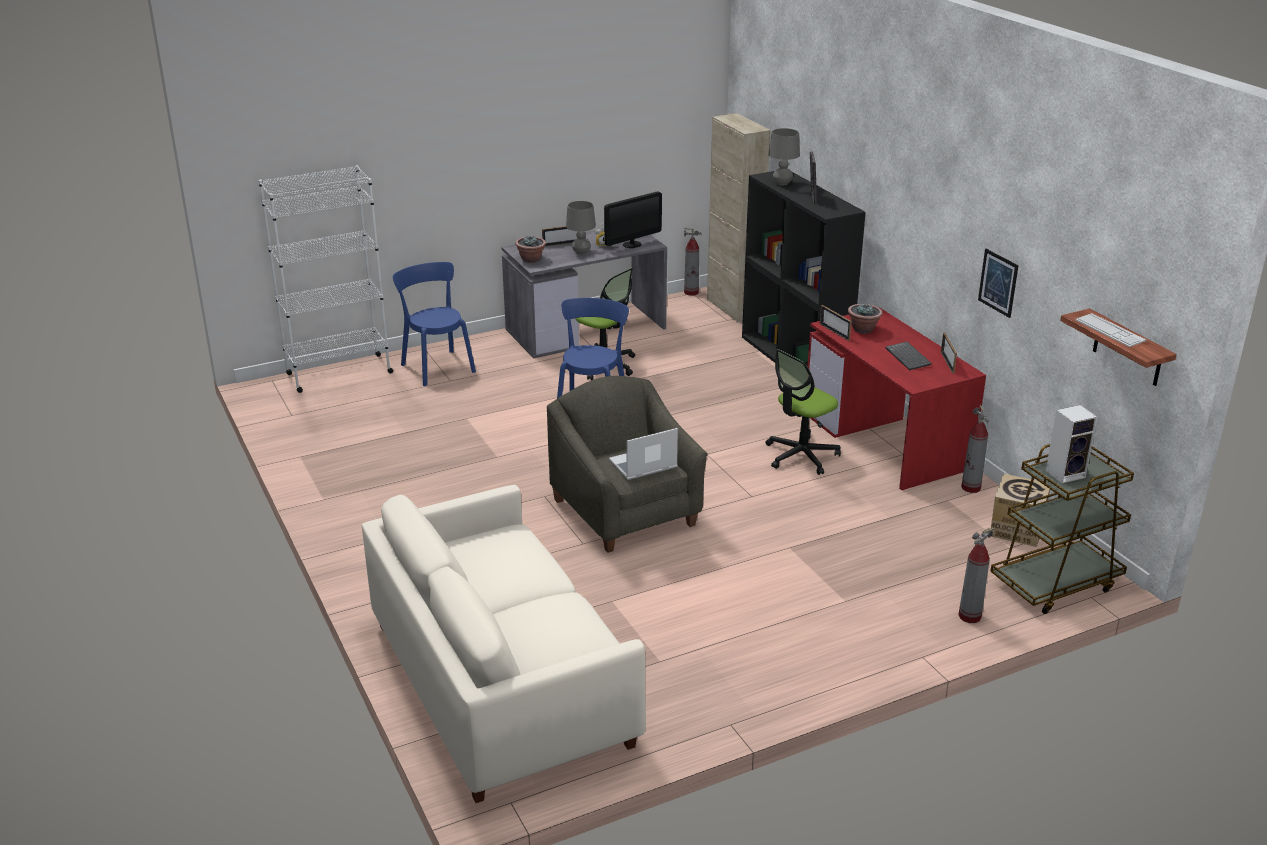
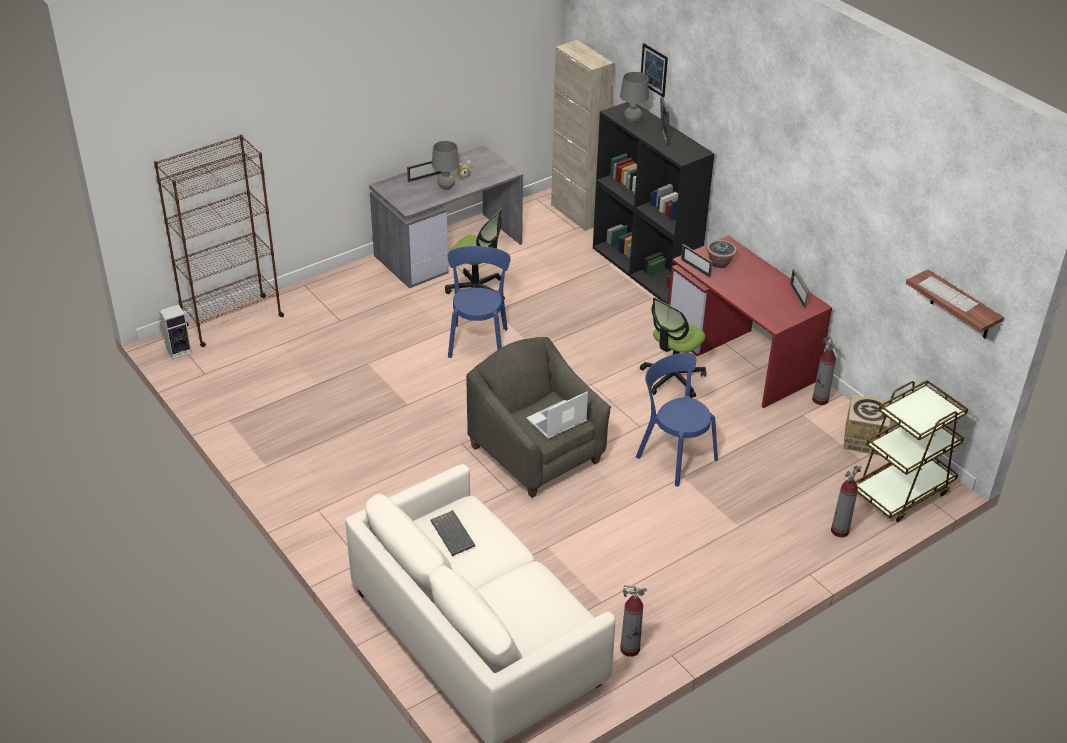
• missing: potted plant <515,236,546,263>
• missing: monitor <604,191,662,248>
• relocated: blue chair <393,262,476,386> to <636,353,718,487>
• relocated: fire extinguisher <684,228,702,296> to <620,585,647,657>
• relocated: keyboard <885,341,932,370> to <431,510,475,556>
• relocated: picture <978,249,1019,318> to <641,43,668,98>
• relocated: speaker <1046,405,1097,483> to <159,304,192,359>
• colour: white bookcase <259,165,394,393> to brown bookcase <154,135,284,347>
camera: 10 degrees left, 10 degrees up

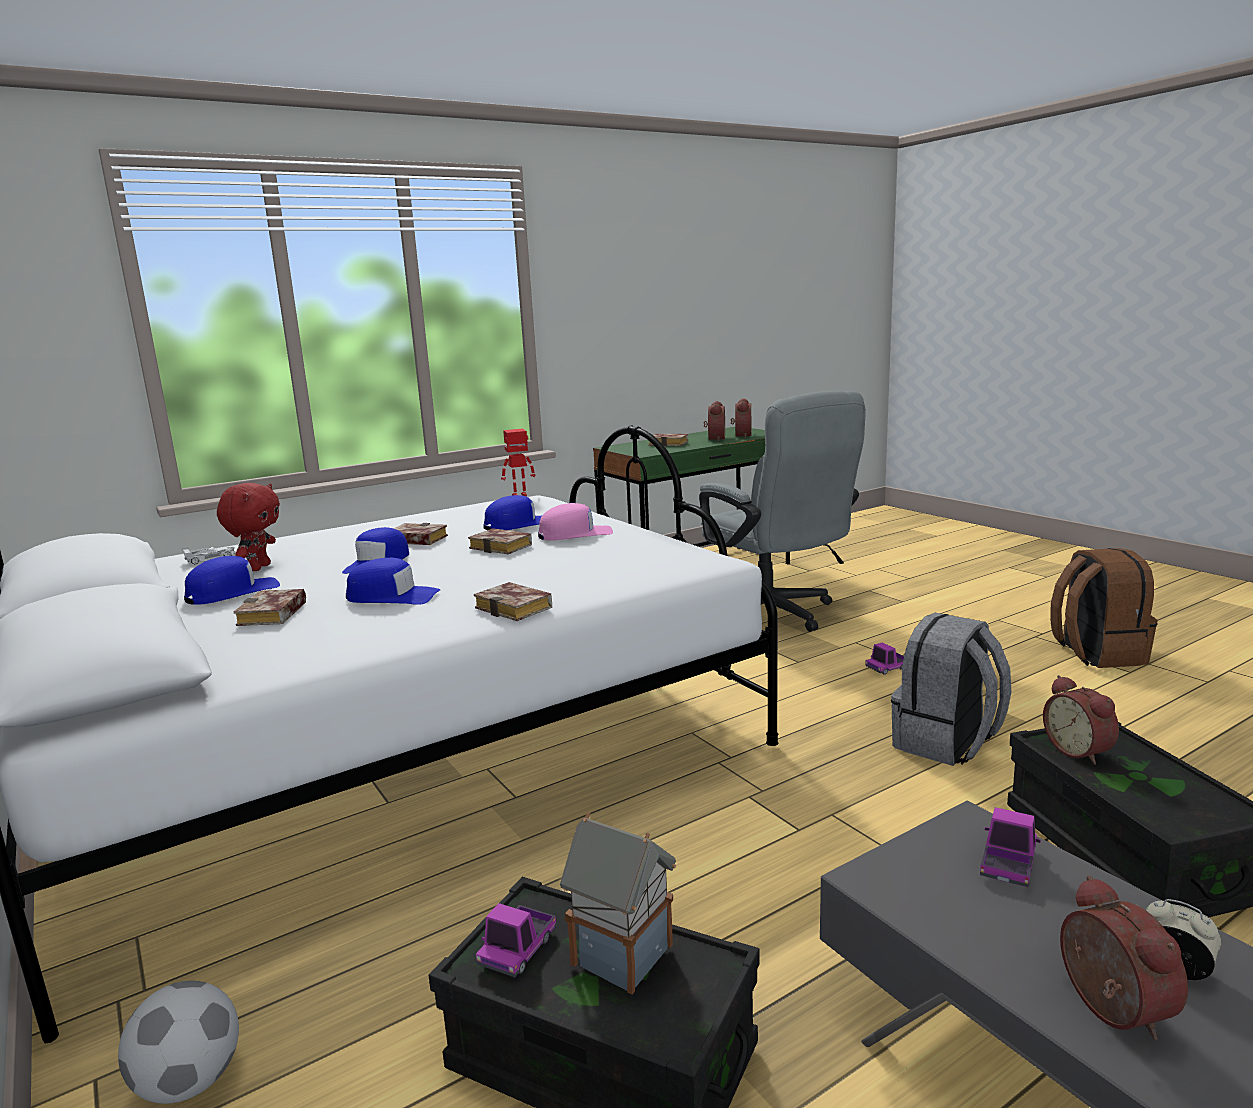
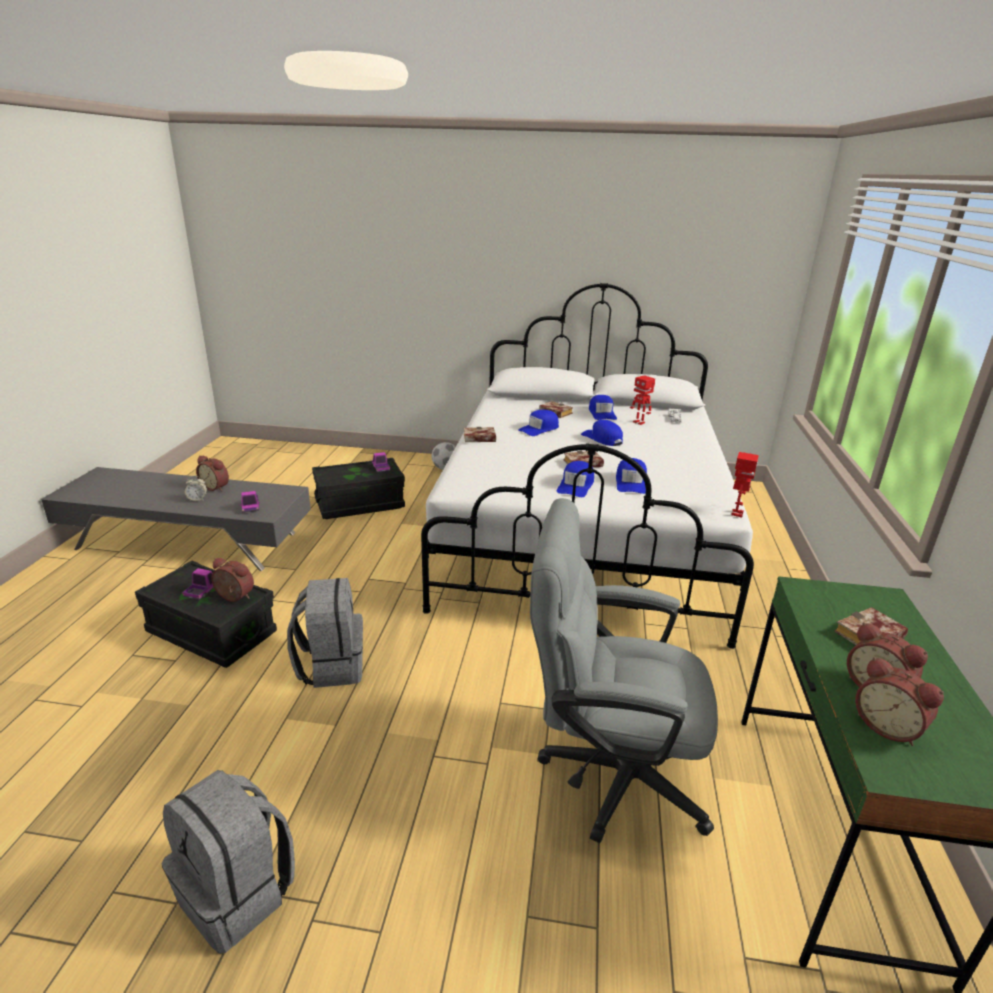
• missing: book <394,523,448,545>
• missing: toy house <560,813,676,994>
• relocated: toy truck <865,642,904,675> to <182,568,214,600>
• exchanged: red plush toy <217,483,280,571> to toy robot <630,375,655,425>
• colour: pink cap <538,503,613,541> to blue cap <557,461,594,497>
• colour: brown backpack <1050,548,1157,668> to grey backpack <161,770,295,954>
camera: 130 degrees right, 10 degrees up

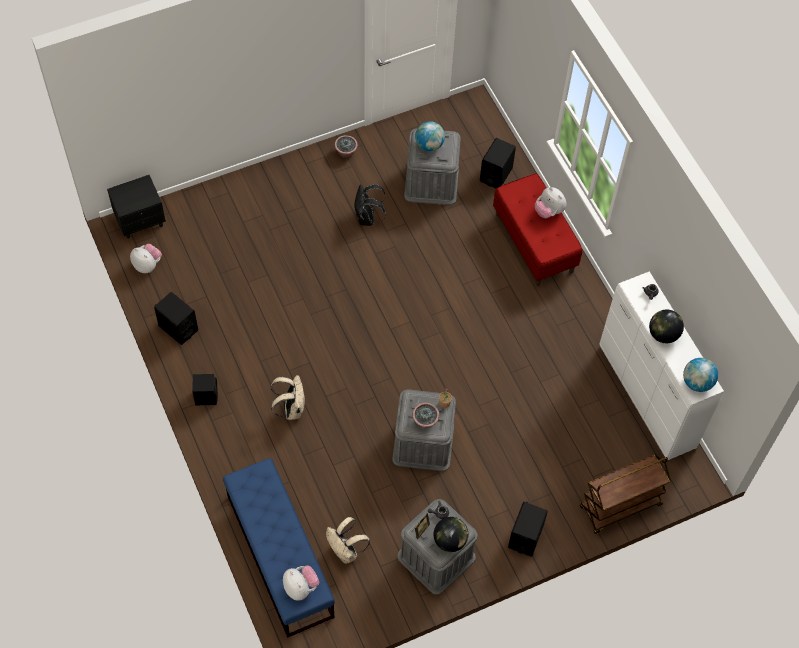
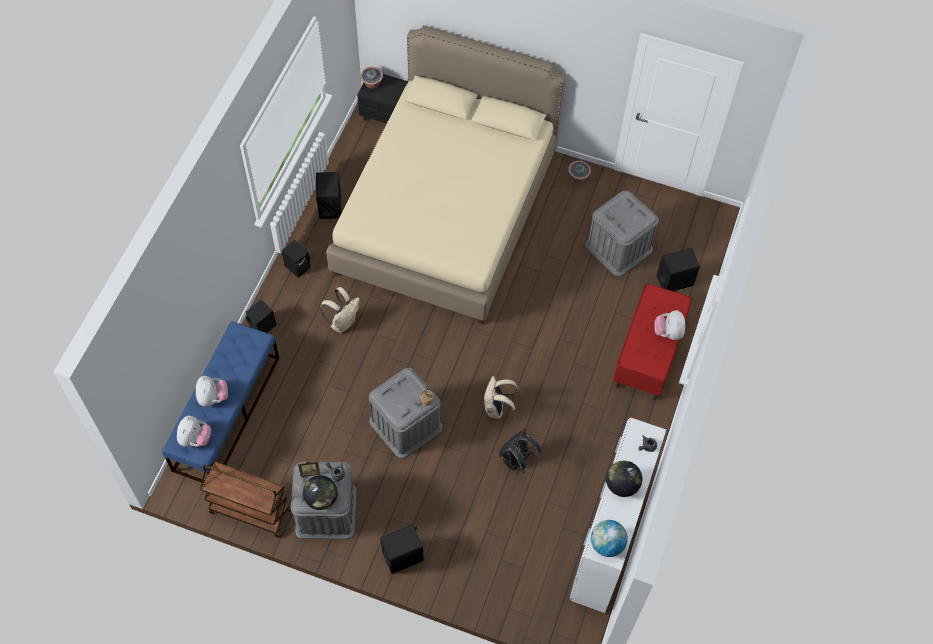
• missing: globe <415,121,445,151>
• appeared: black speaker <246,300,276,333>
• appeared: beige bed <326,25,566,324>
• relocated: plush toy <130,244,162,273> to <196,376,228,407>
• relocated: beige backpack <326,517,370,564> to <484,376,519,419>
• relocated: black backpack <354,184,386,226> to <499,429,541,475>
• relocated: potted plant <413,402,439,428> to <361,67,383,89>
• relocated: brown cart <579,454,671,534> to <200,461,291,538>
camera: 45 degrees right, 0 degrees up

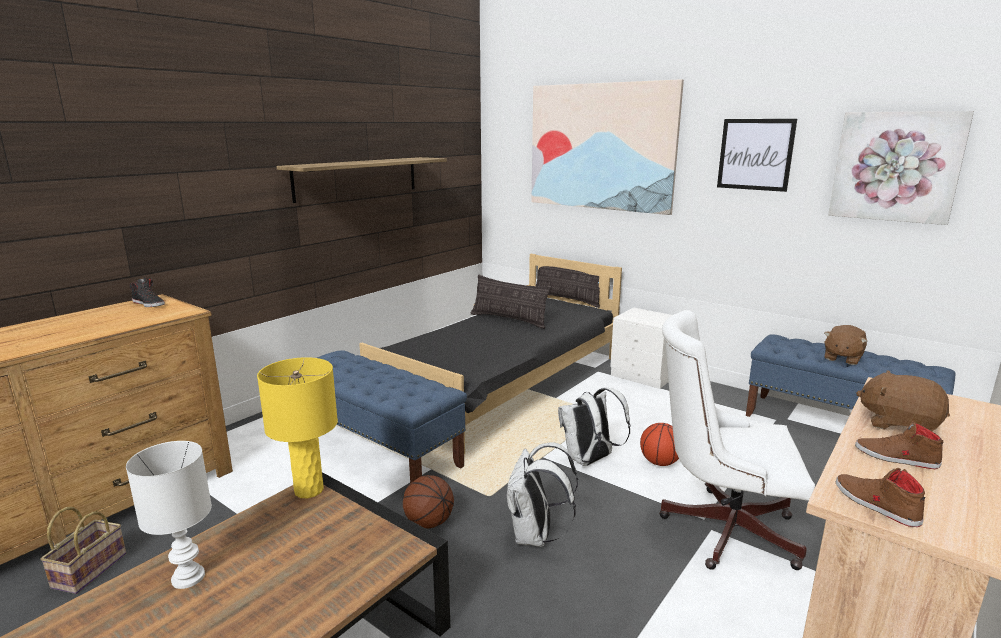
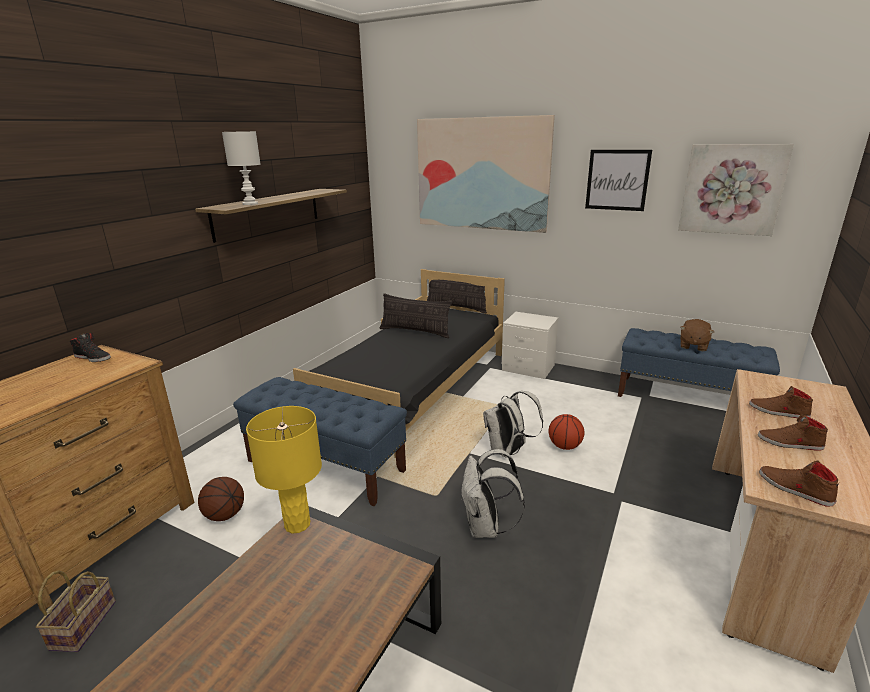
• missing: white office chair <659,310,815,570>
• relocated: white table lamp <126,441,212,589> to <222,131,261,205>
• relocated: basketball <403,475,454,528> to <198,477,244,521>
• exchanged: brown plush toy <856,370,950,431> to brown shoe <749,386,813,418>
camera: 10 degrees left, 5 degrees up

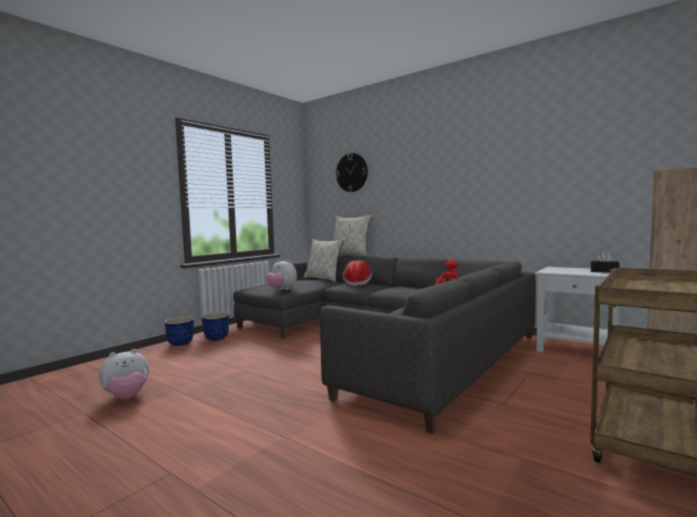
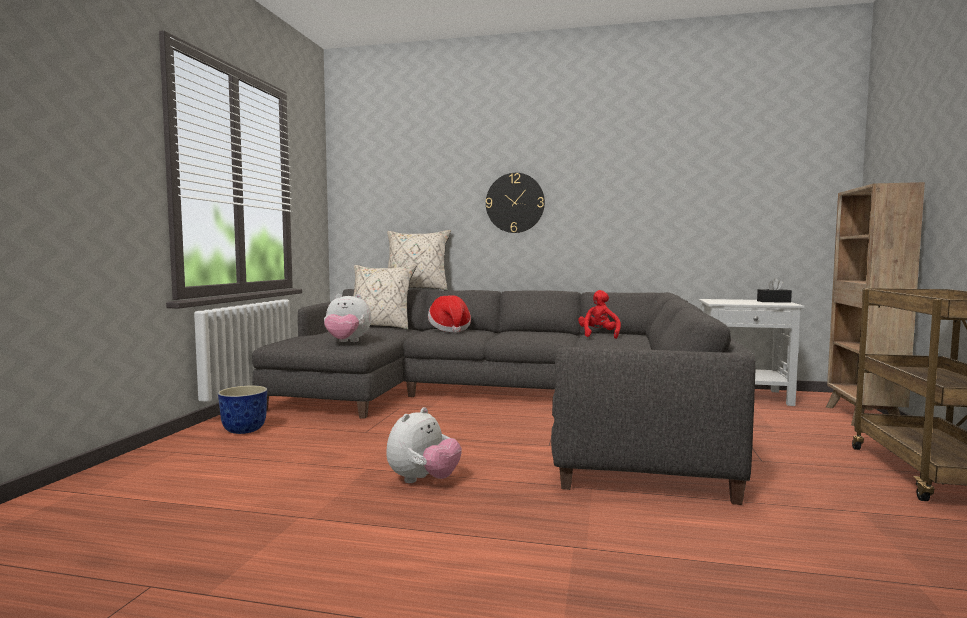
• missing: planter <164,317,194,346>
• relocated: plush toy <99,349,149,399> to <386,407,462,483>
• relocated: wall clock <335,153,368,192> to <486,173,545,233>
camera: 25 degrees left, 0 degrees up

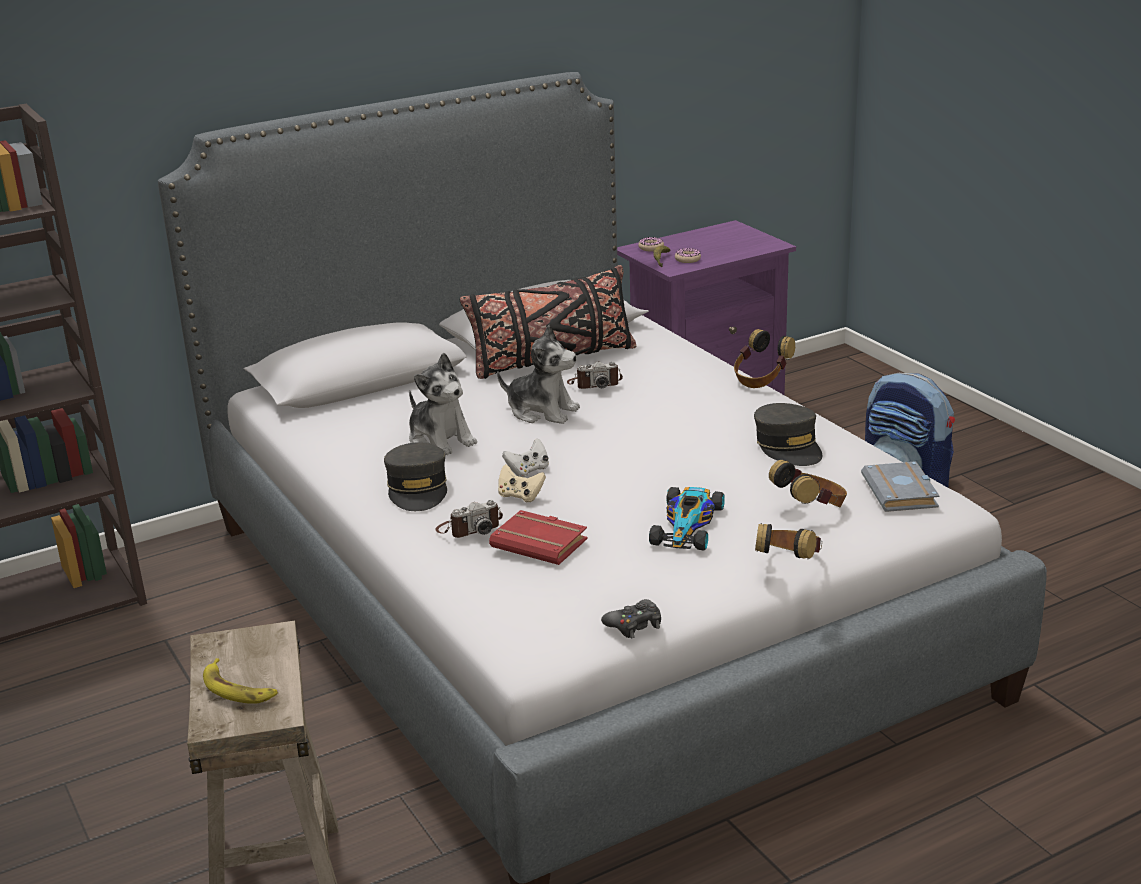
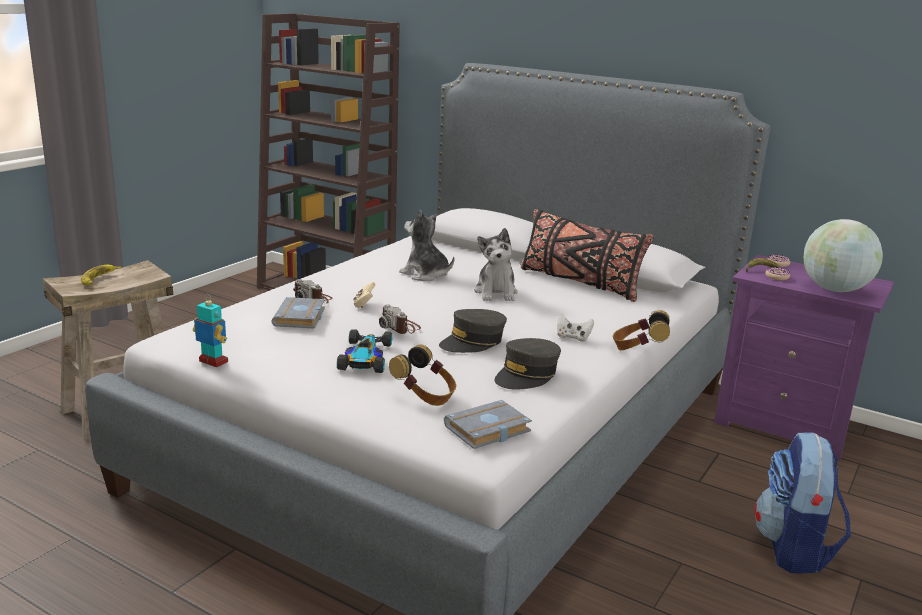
• missing: headphones <755,523,822,559>
• appeared: globe <804,219,883,292>
• relocated: grey cap <384,442,447,511> to <439,309,507,353>
• relocated: white game controller <502,438,549,477> to <557,314,594,342>
• relocated: photo camera <567,361,623,389> to <379,304,421,334>
• exchanged: black game controller <601,599,661,638> to toy robot <193,295,228,367>
• colour: red book <489,510,587,565> to grey book <271,297,325,329>
• spun: plush toy <409,353,477,455> = <399,210,454,281> 105 degrees clockwise
• spun: toy car <649,487,725,551> = <337,329,392,373> 105 degrees clockwise
camera: 60 degrees right, 5 degrees down

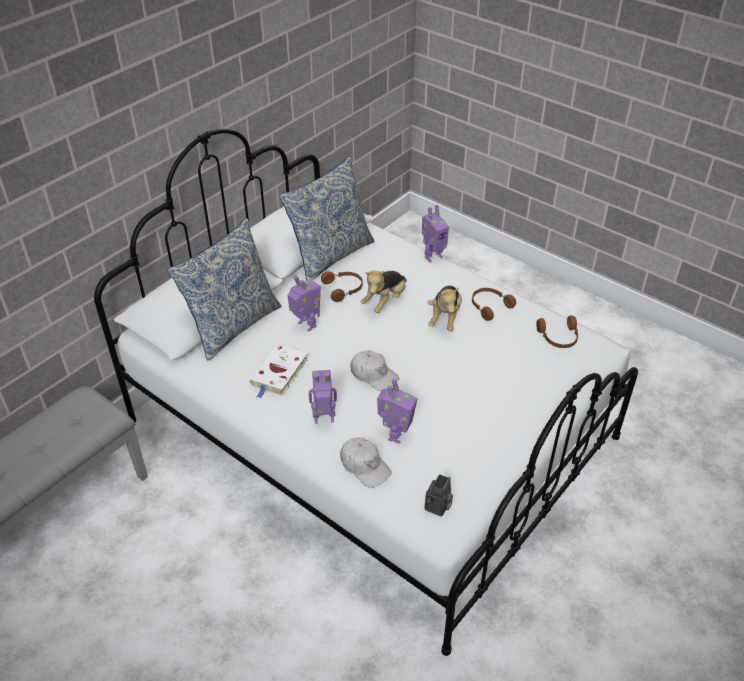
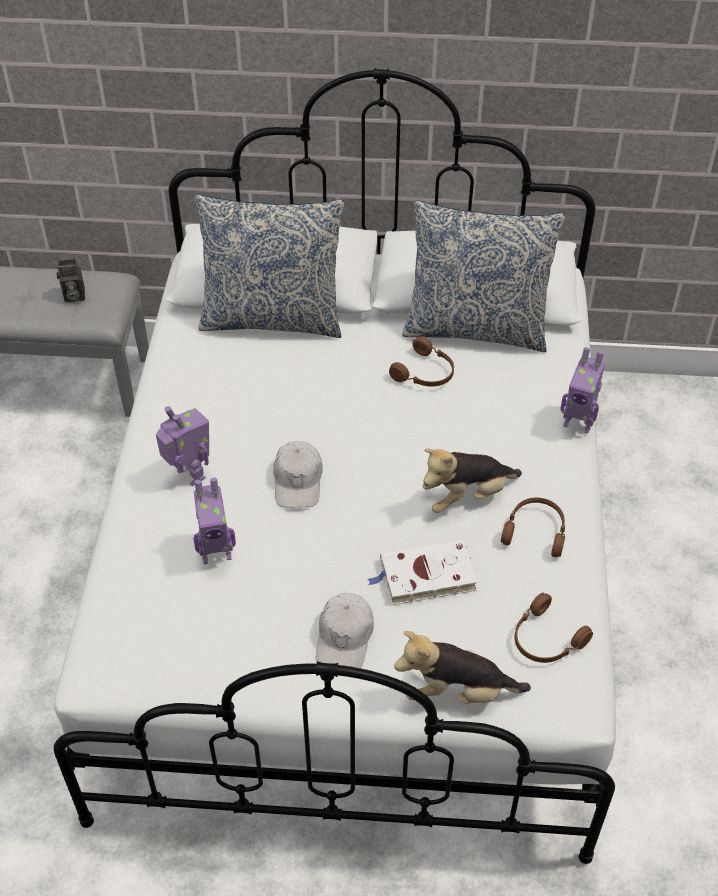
• missing: toy robot <287,275,321,331>
• relocated: white book <250,344,308,399> to <367,540,477,605>
• relocated: white cap <340,438,392,488> to <316,593,374,668>
• relocated: plush toy <360,271,407,313> to <395,631,531,704>
• relocated: photo camera <425,474,453,517> to <56,259,85,302>
camera: 55 degrees right, 5 degrees up

